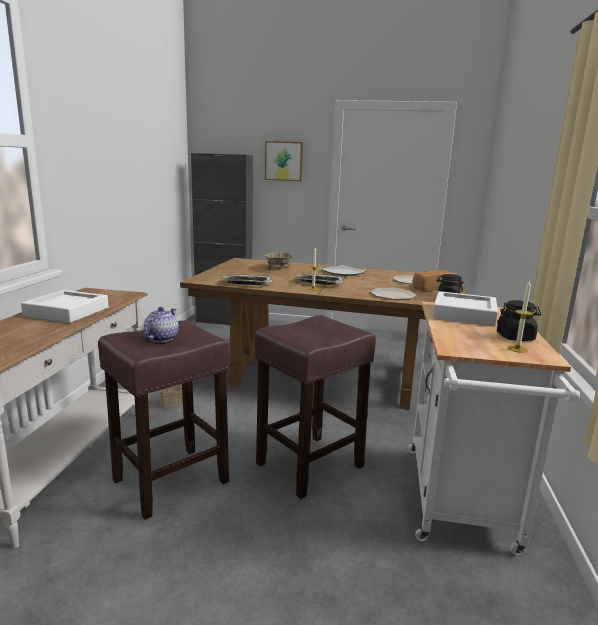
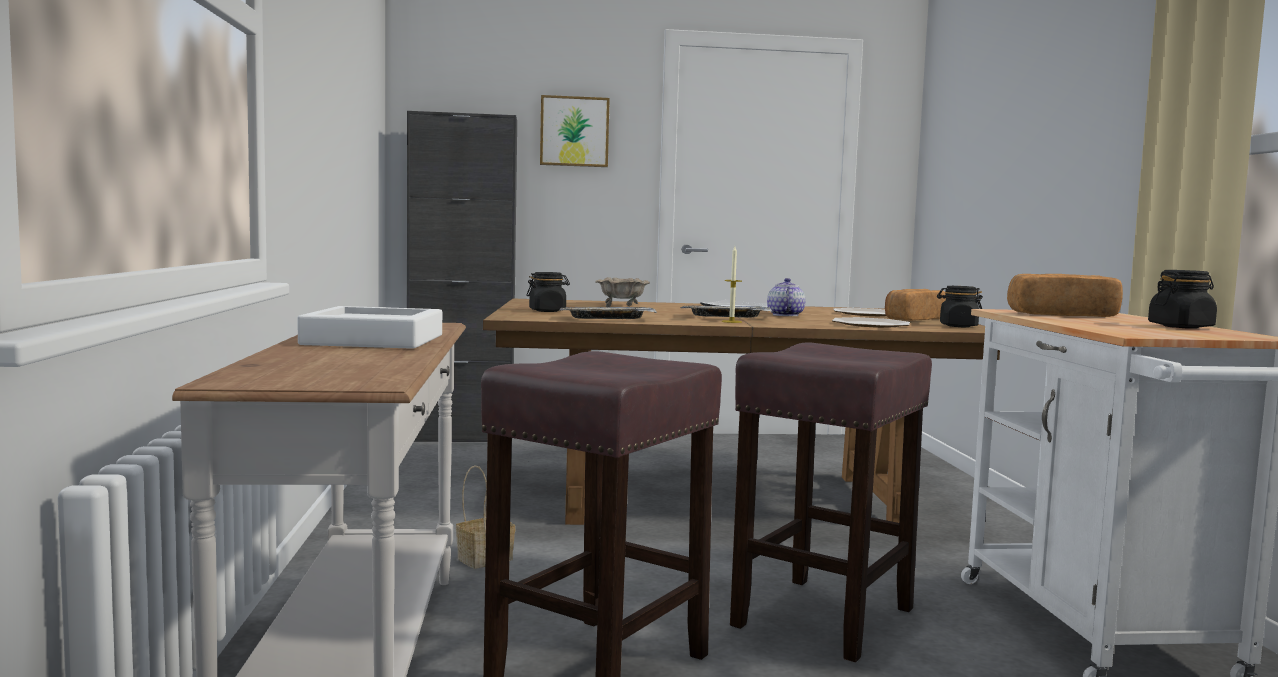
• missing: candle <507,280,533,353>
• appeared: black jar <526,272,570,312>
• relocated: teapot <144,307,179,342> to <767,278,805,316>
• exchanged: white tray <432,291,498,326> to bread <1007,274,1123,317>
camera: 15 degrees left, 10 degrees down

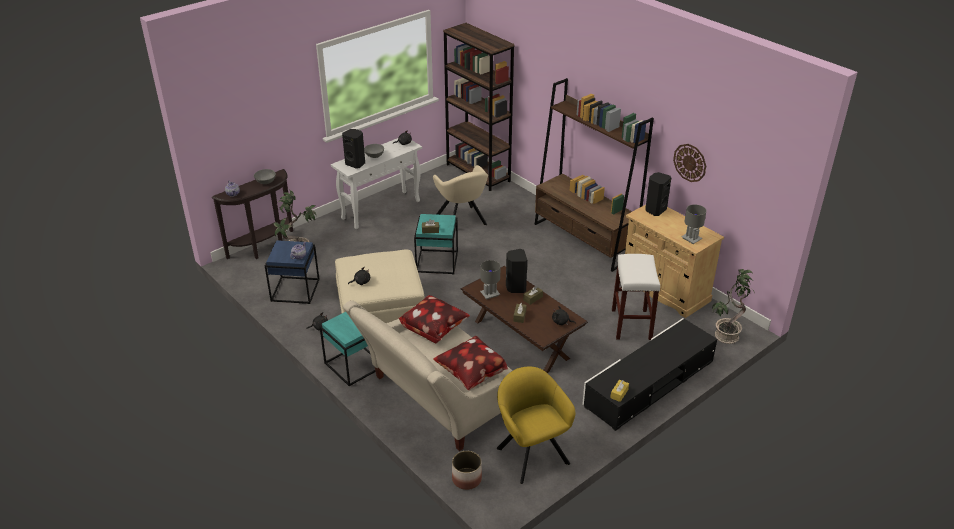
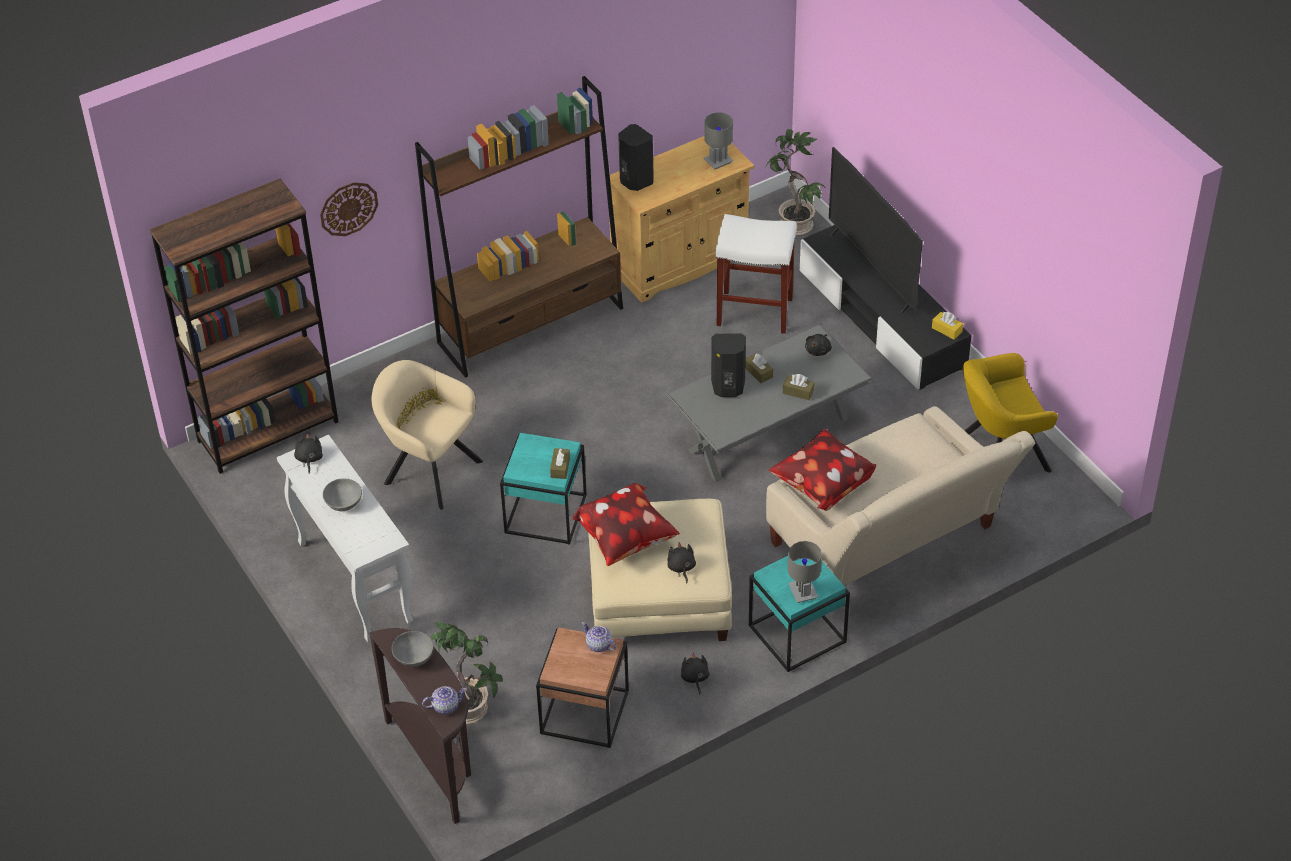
• missing: black speaker <342,129,365,169>
• missing: planter <452,451,482,490>
• appeared: television <829,147,923,313>
• relocated: pillow <433,336,508,390> to <572,483,680,566>
• relocated: grey table lamp <480,260,500,299> to <788,541,822,603>
• relocated: wall clock <673,144,706,182> to <320,182,378,236>
• colour: blue side table <265,240,320,304> to brown side table <536,627,629,748>
• colour: brown coffee table <461,266,588,373> to grey coffee table <667,325,872,482>
• spun: beige armchair <433,165,488,225> = <372,360,483,510> 135 degrees counterclockwise
camera: 80 degrees left, 10 degrees up

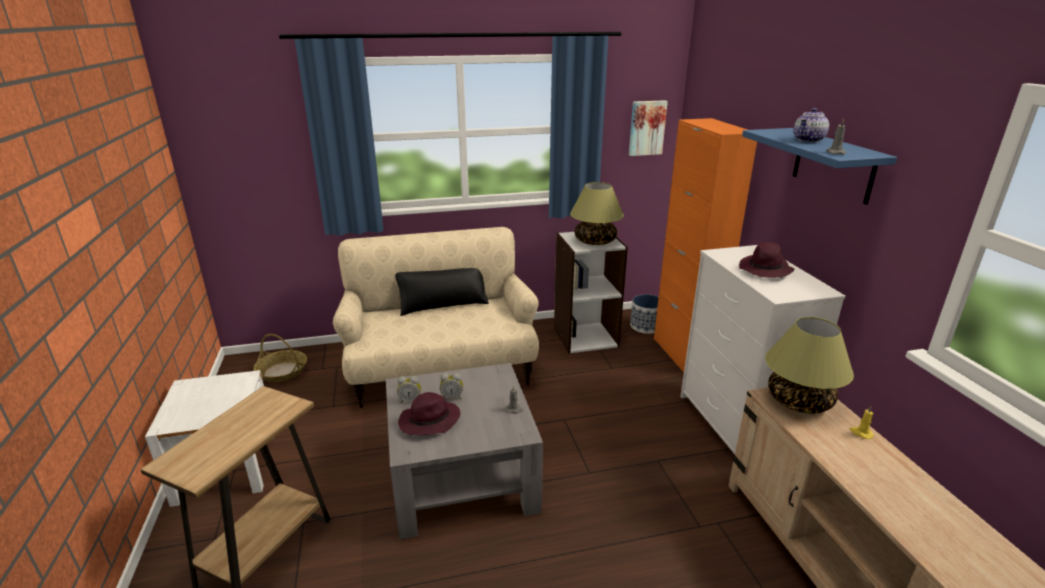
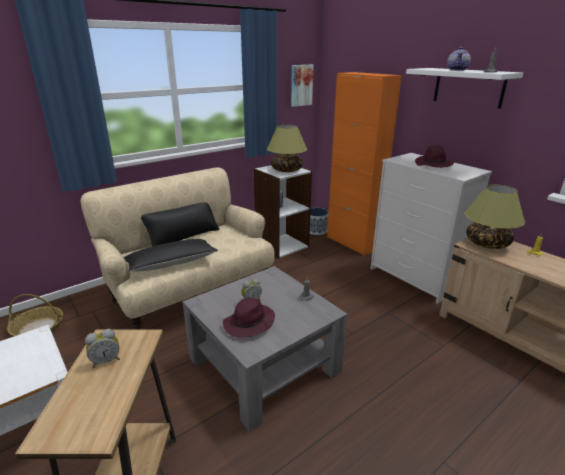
• appeared: black pillow <124,239,218,272>
• relocated: alarm clock <397,376,421,403> to <85,329,120,368>
• colour: blue shelf <742,128,897,205> to white shelf <406,68,523,109>
camera: 25 degrees left, 0 degrees up

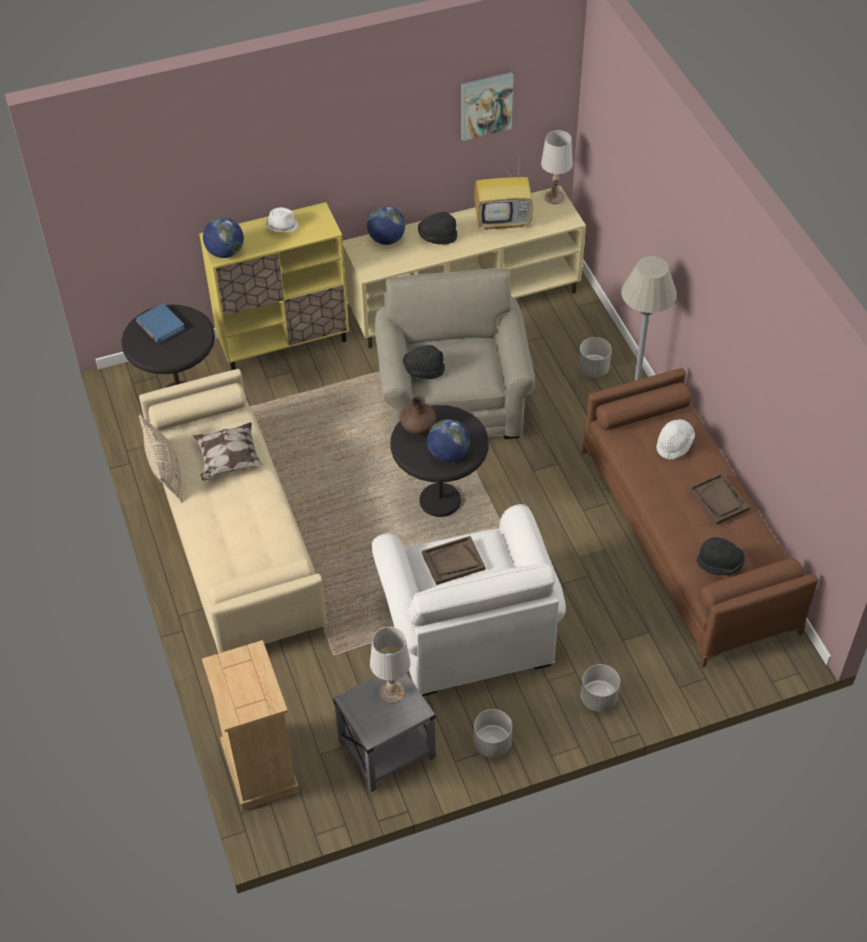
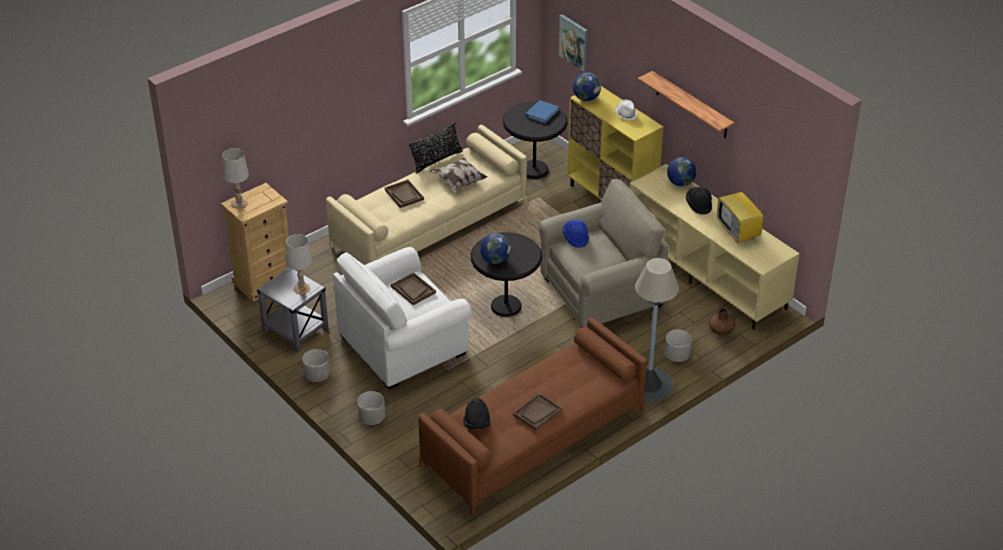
• missing: white hat <656,420,695,460>
• appeared: brown tray <385,179,424,208>
• appeared: shelf <638,71,735,138>
• relocated: brown vase <400,396,436,435> to <709,307,735,336>
• relocated: picture <461,72,514,141> to <559,14,588,72>
• relocated: white table lamp <541,130,573,204> to <222,148,249,209>
• colour: beige pillow <139,414,183,503> to black pillow <409,122,463,174>
• colour: black hat <403,345,445,379> to blue hat <563,219,589,248>
camera: 70 degrees right, 10 degrees down

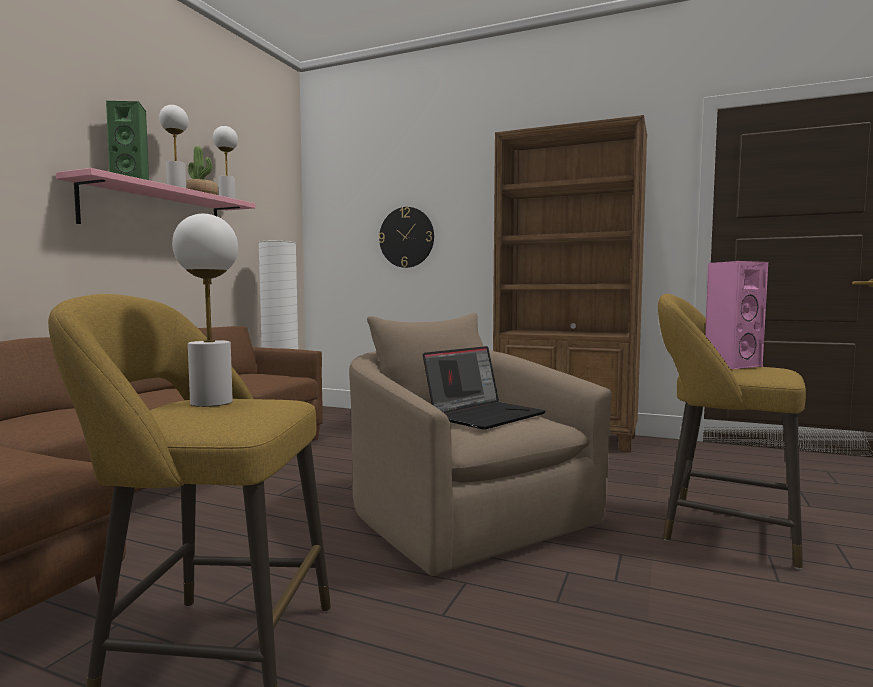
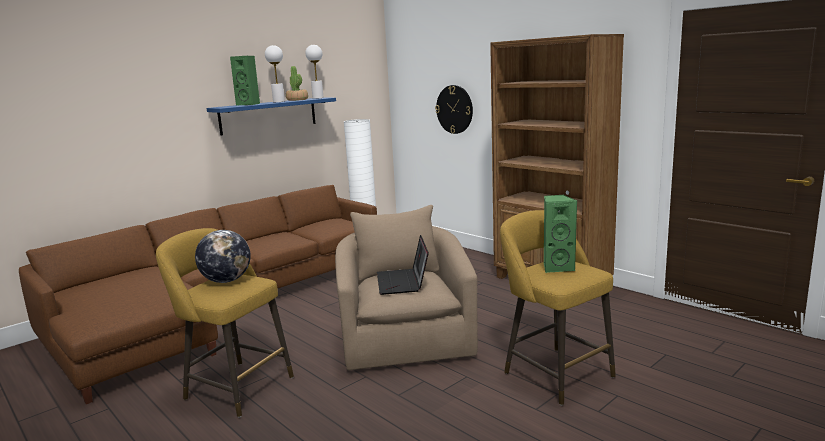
• exchanged: white table lamp <172,214,238,407> to globe <195,230,251,283>
• colour: pink shelf <56,168,256,224> to blue shelf <206,98,336,136>
• colour: pink speaker <705,261,768,370> to green speaker <544,195,577,273>
• spun: laptop <423,346,546,430> = <377,235,429,295> 105 degrees clockwise
camera: 25 degrees right, 10 degrees up

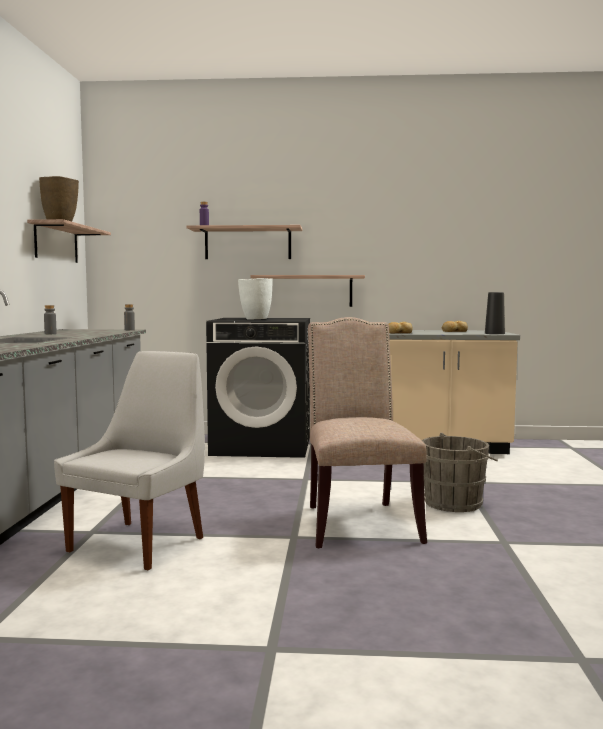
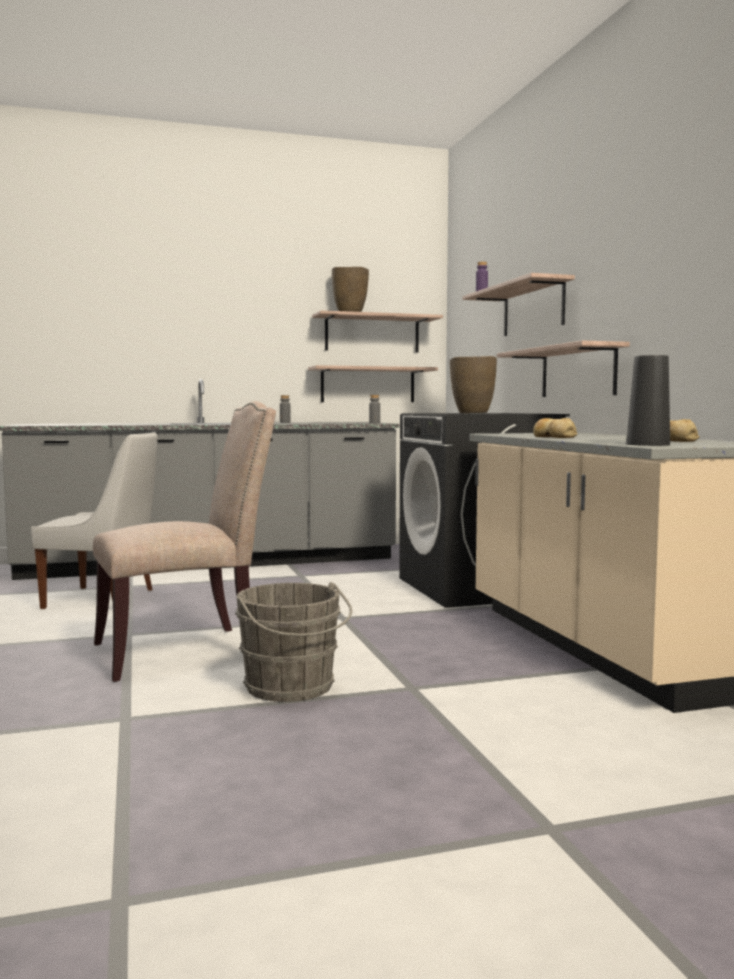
• appeared: shelf <308,365,438,402>
• colour: white vase <238,278,272,319> to brown vase <450,356,497,413>
camera: 70 degrees right, 0 degrees up

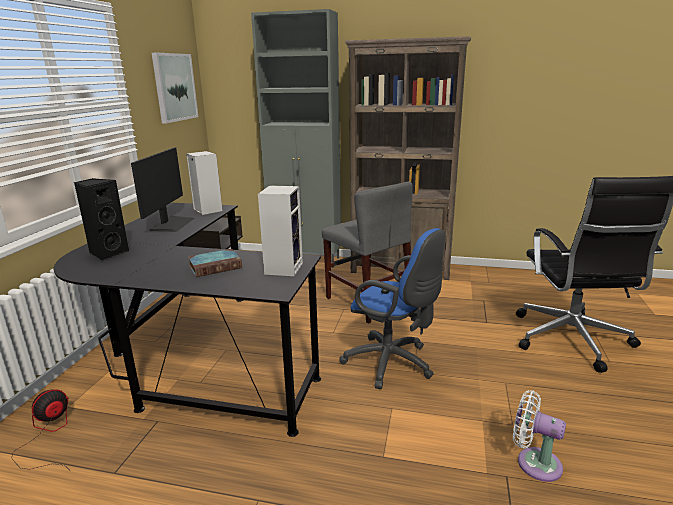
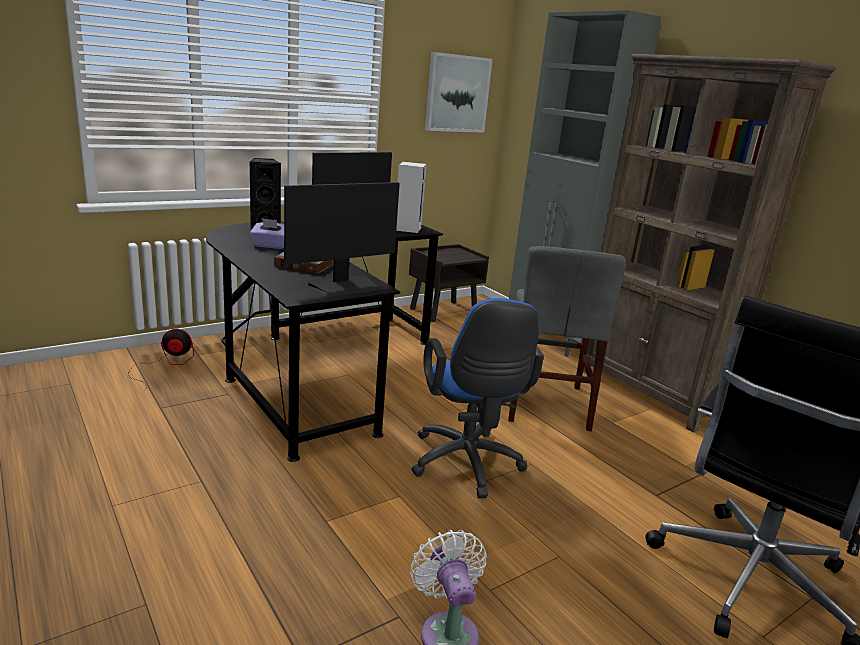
• appeared: purple tissue box <250,218,284,249>
• exchanged: speaker <258,185,303,276> to monitor <284,182,400,297>
camera: 40 degrees right, 0 degrees up

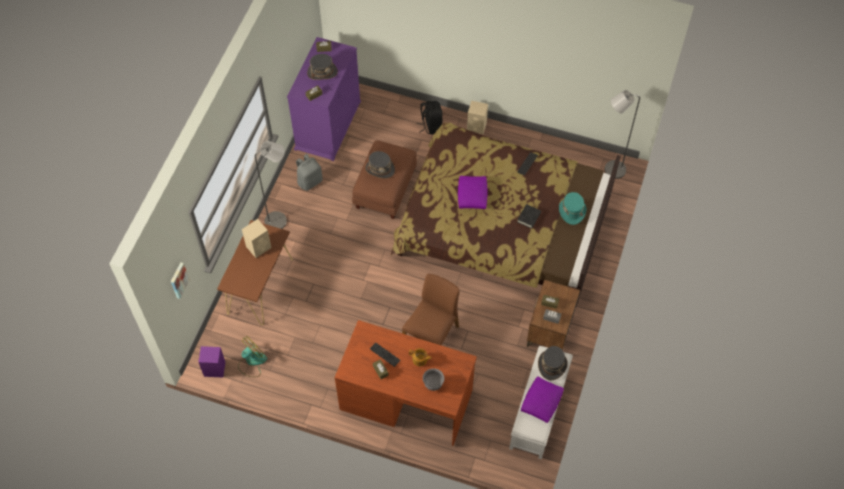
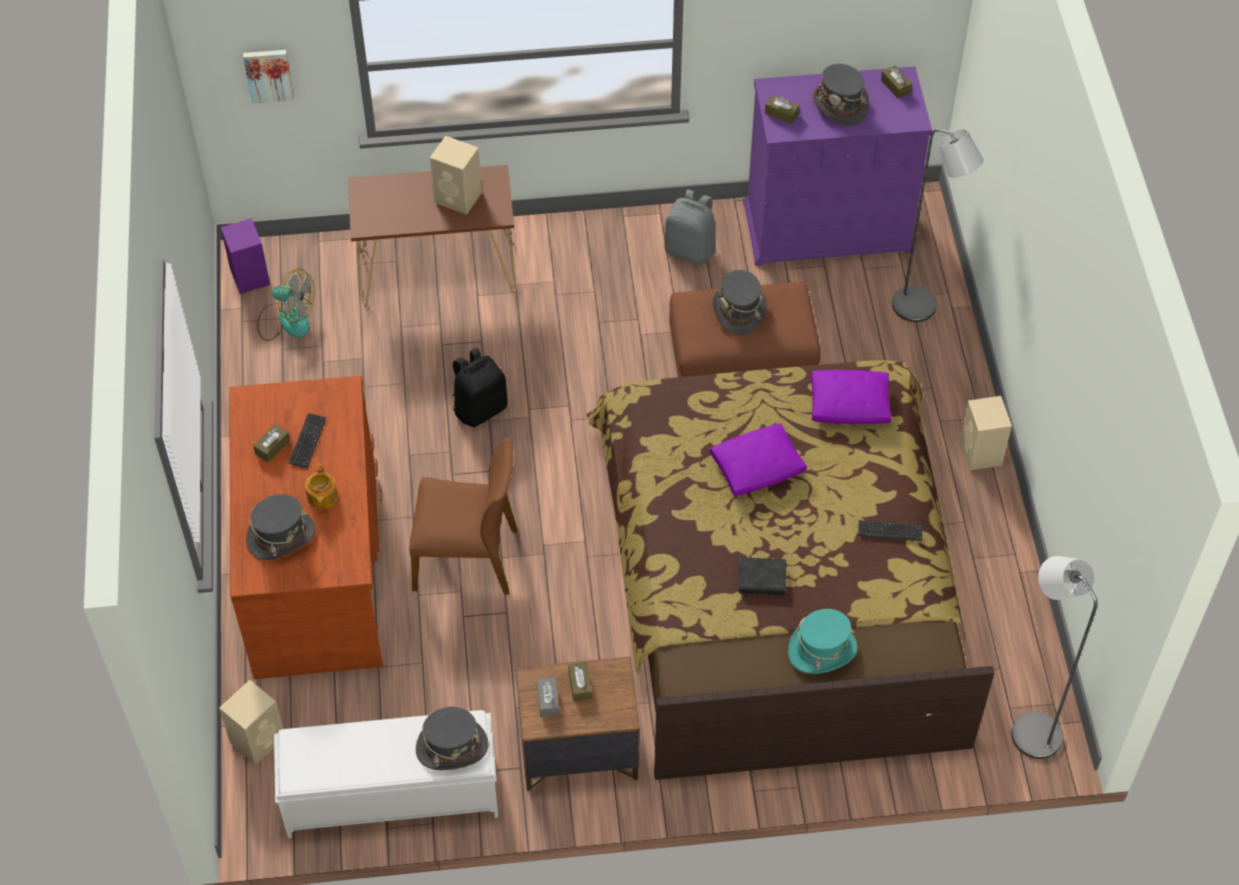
• appeared: beige speaker <219,680,283,765>
• relocated: grey floor lamp <255,141,287,229> to <892,129,984,322>
• relocated: black backpack <417,101,443,135> to <452,348,508,427>
• relocated: purple pillow <521,376,564,423> to <811,370,891,424>
• exchanged: grey bowl <423,368,444,391> to grey hat <246,494,316,560>
camera: 65 degrees right, 5 degrees down

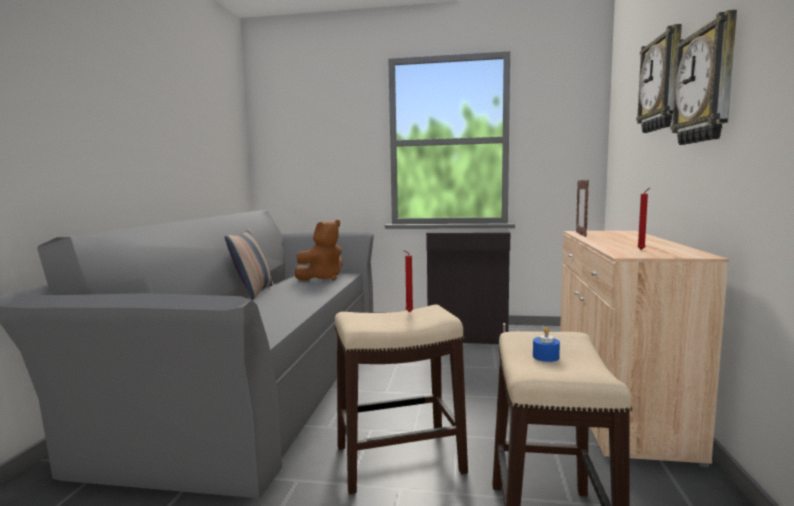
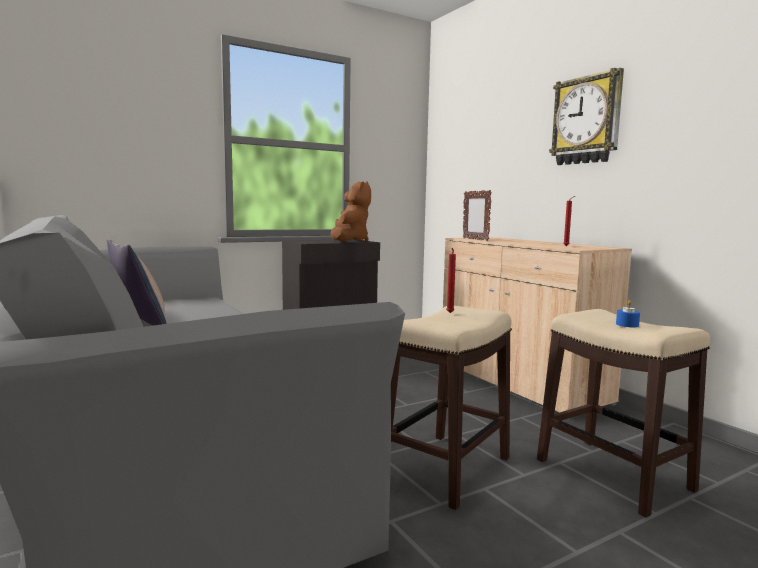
• missing: wall clock <636,24,682,133>
• relocated: brown plush toy <295,220,343,280> to <330,181,371,242>
camera: 40 degrees left, 0 degrees up

